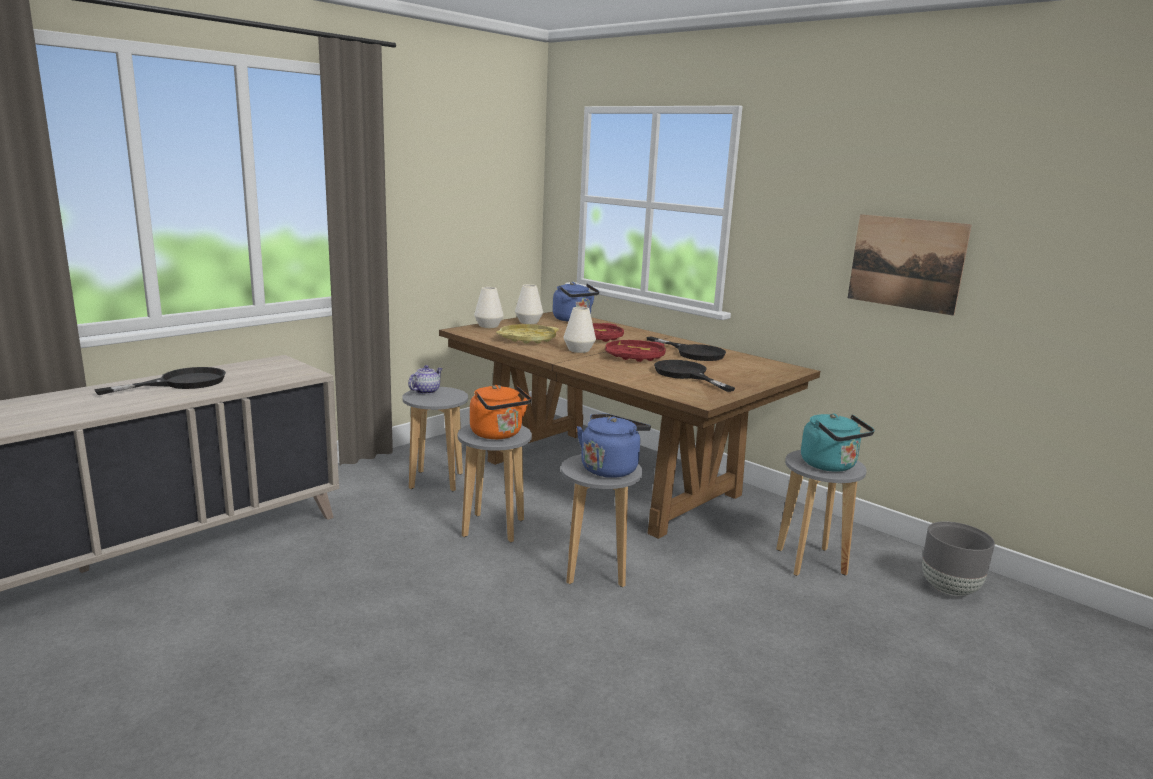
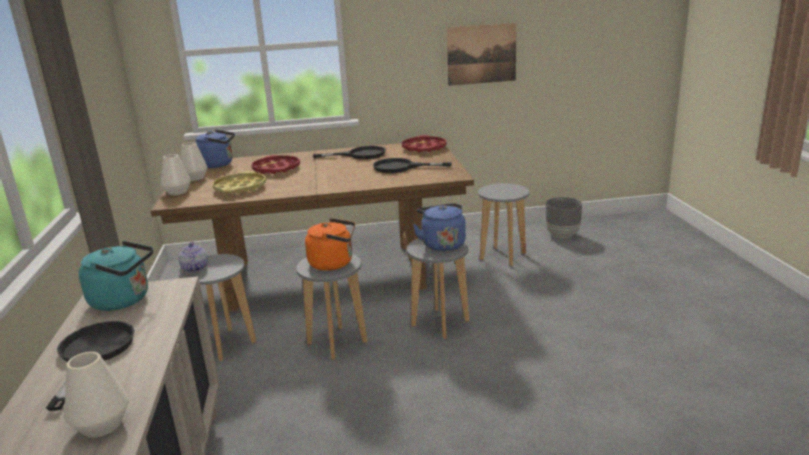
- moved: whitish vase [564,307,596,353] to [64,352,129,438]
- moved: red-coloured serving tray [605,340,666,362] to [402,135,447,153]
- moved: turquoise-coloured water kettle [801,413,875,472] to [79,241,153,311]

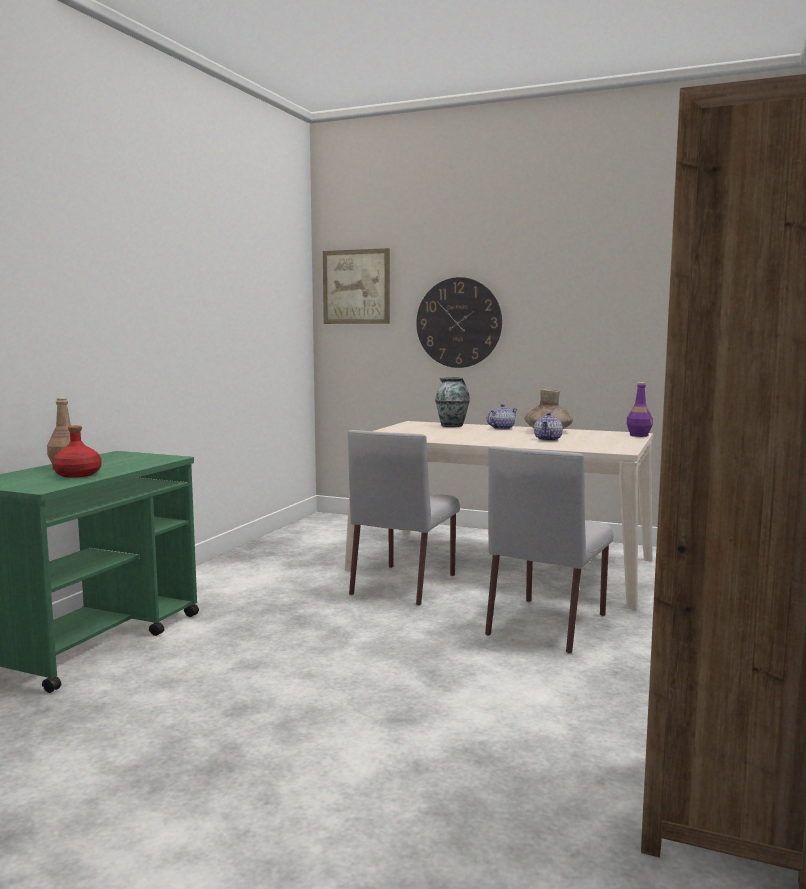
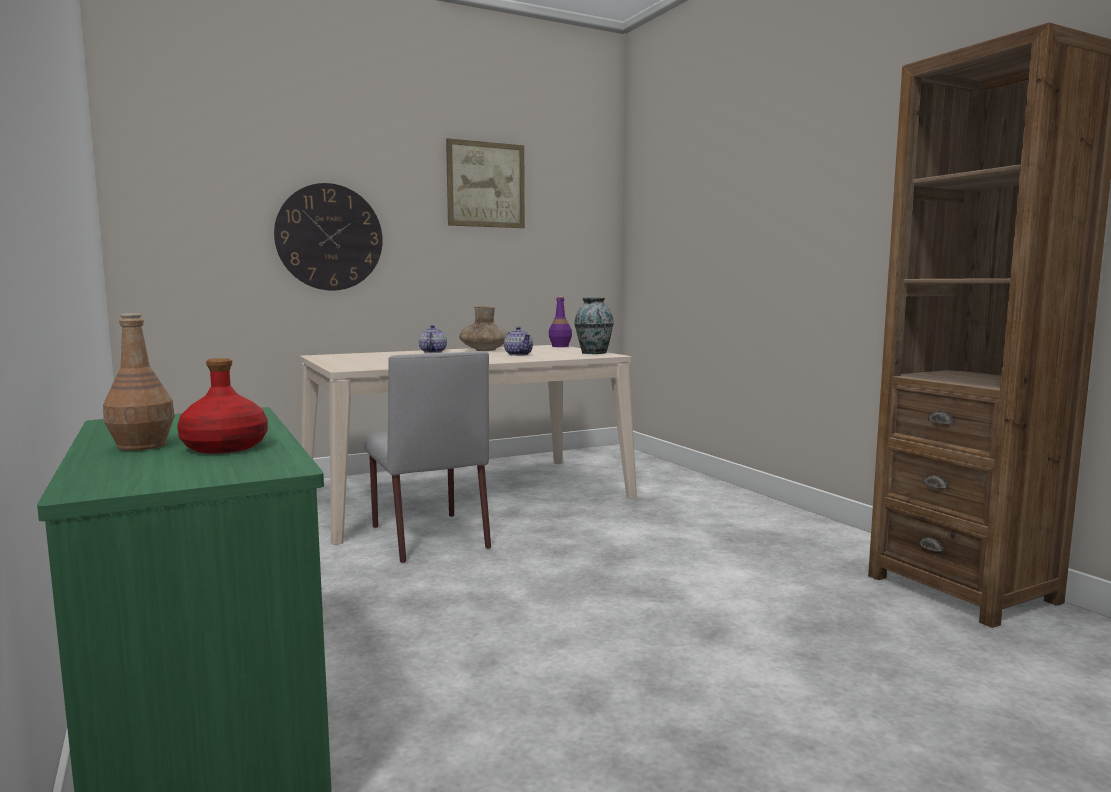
- moved: picture [323,248,390,324] to [446,138,525,228]
- moved: vase [435,377,470,427] to [574,297,614,354]
- removed: grey plain chair [485,446,614,654]

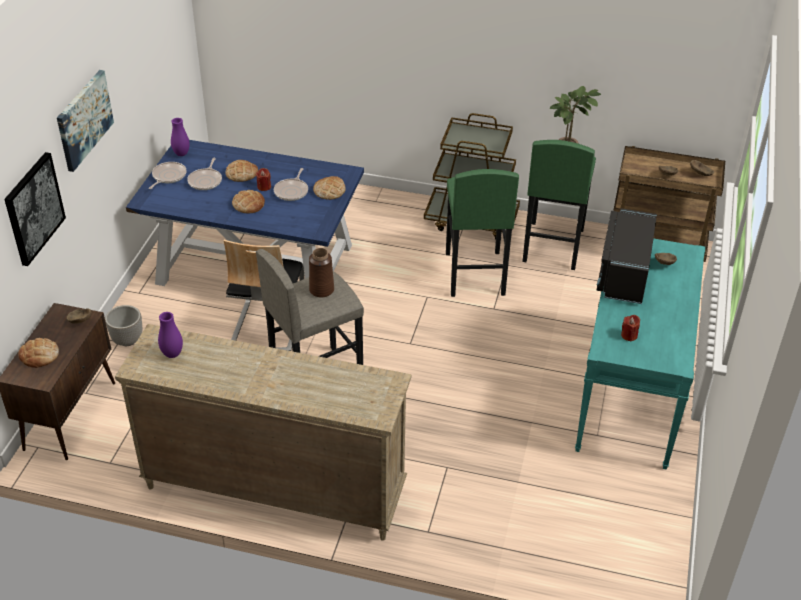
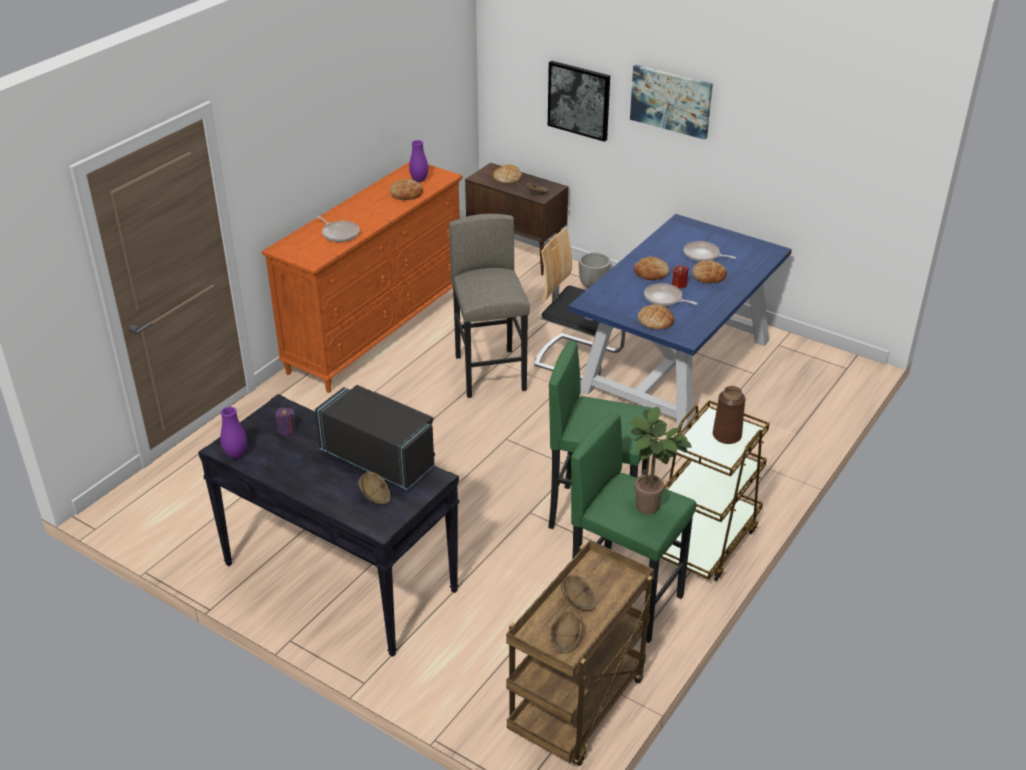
- recoloured: sand-coloured chest of drawers [115,324,412,541] to orangey chest of drawers [262,162,463,393]
- moved: frying pan [149,162,187,189] to [316,216,359,242]
- moved: purple vase [171,118,190,156] to [220,407,247,458]
- moved: brownish vase [309,248,334,298] to [713,386,746,444]
- recoloured: turquoise-coloured console table [575,238,706,470] to black-coloured console table [198,394,459,657]
- recoloured: red-coloured candle [621,315,640,342] to purple candle [275,407,296,436]
- added: bakery bread [390,179,423,200]

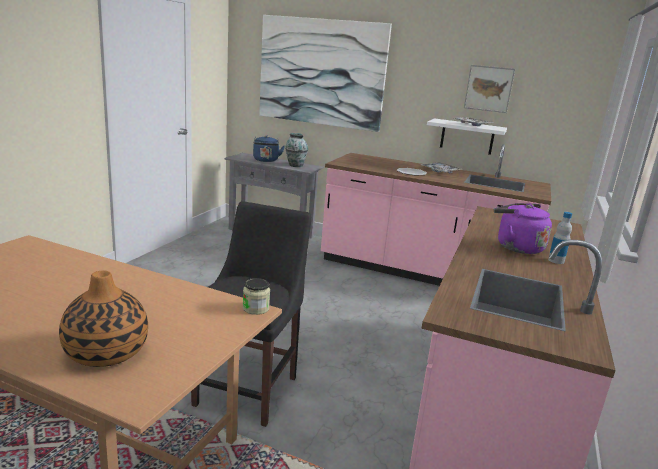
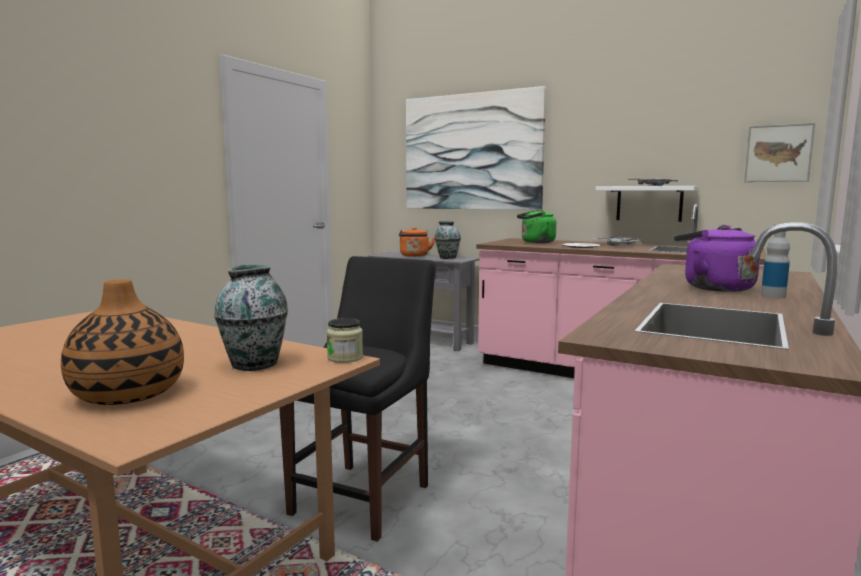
- recoloured: blue water kettle [253,135,285,162] to orangey water kettle [399,227,435,257]
- moved: picture [464,65,515,113] to [744,123,815,182]
- added: vase [214,265,288,371]
- added: green water kettle [517,209,557,243]

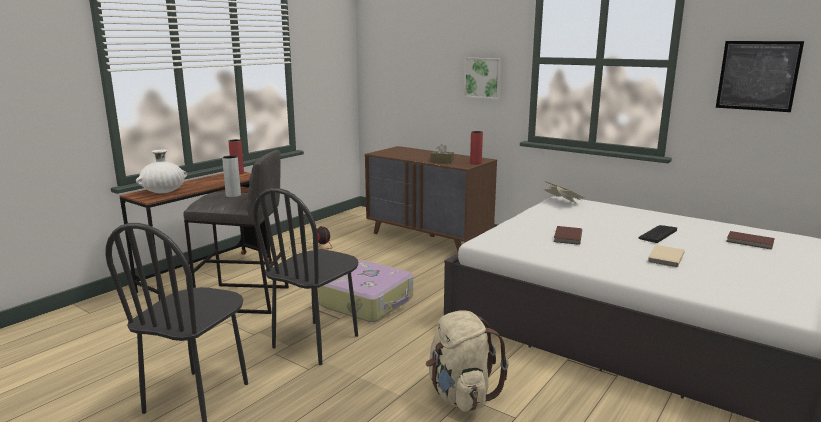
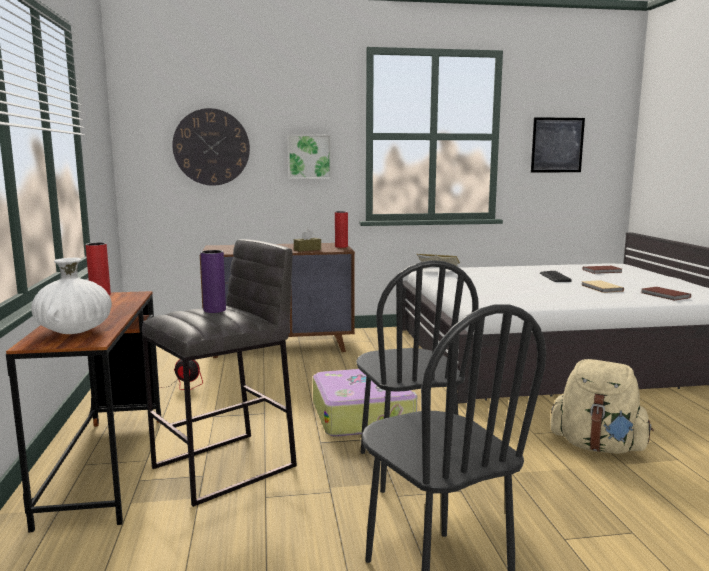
- recoloured: grey vase [222,155,241,197] to purple vase [200,250,226,313]
- moved: brownish volume [554,226,582,245] to [641,287,691,301]
- added: clock on the wall [172,108,250,186]

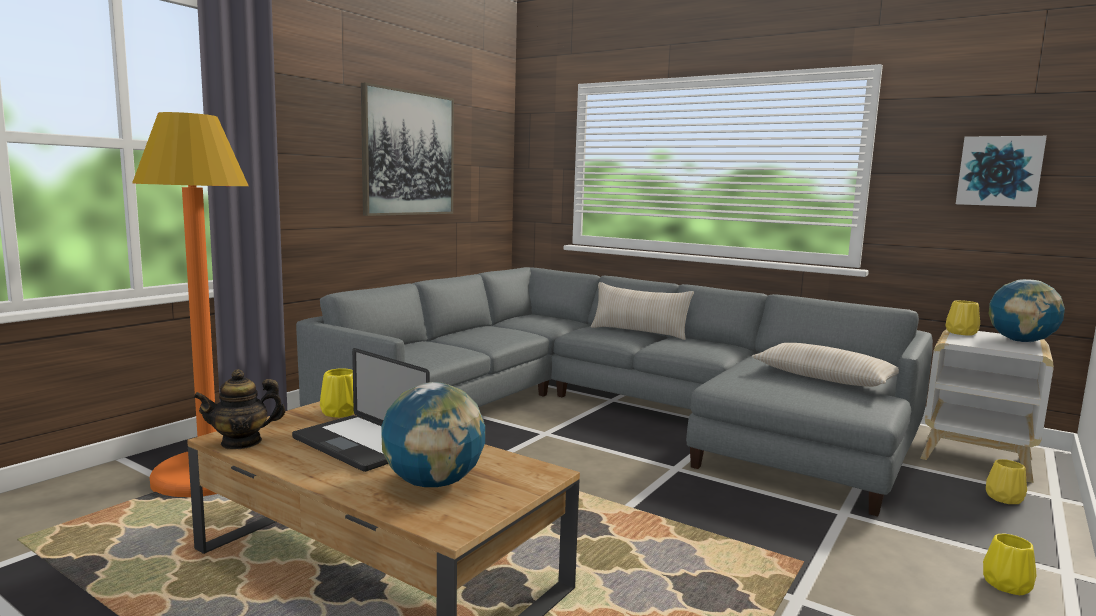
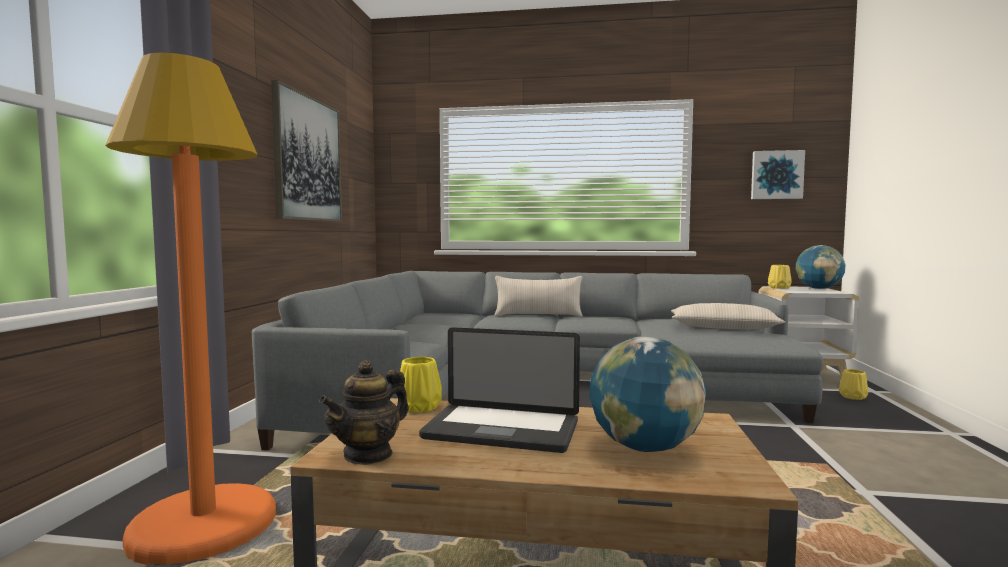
- removed: yellow vase [983,533,1036,595]

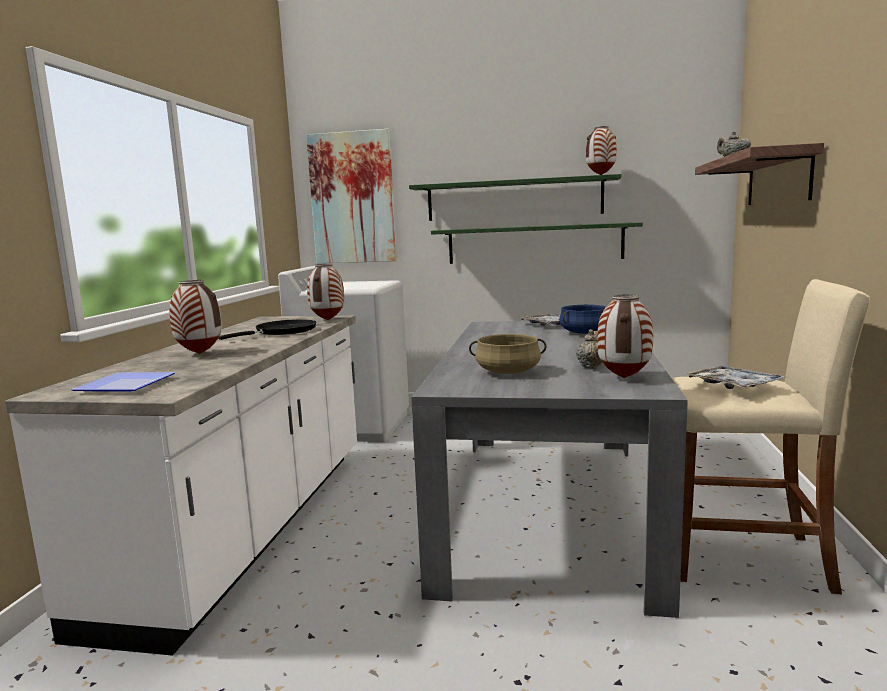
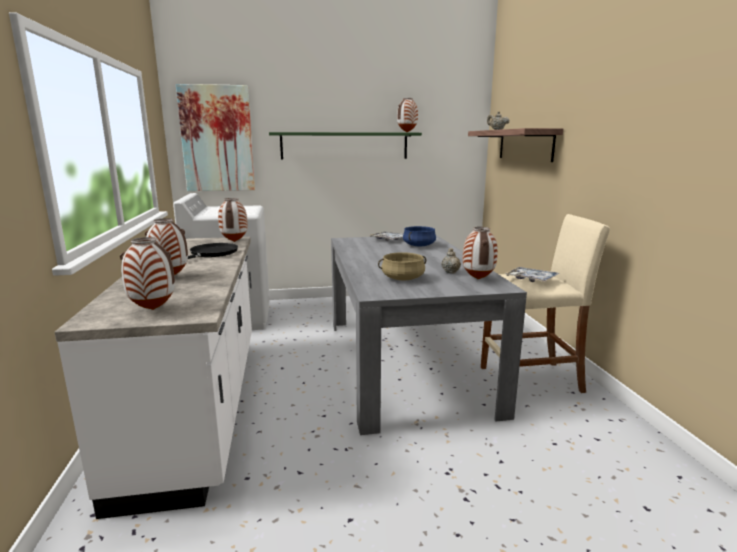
- replaced: plate [71,372,176,391] to vase [120,237,175,310]
- removed: green bracket shelf [431,222,643,264]

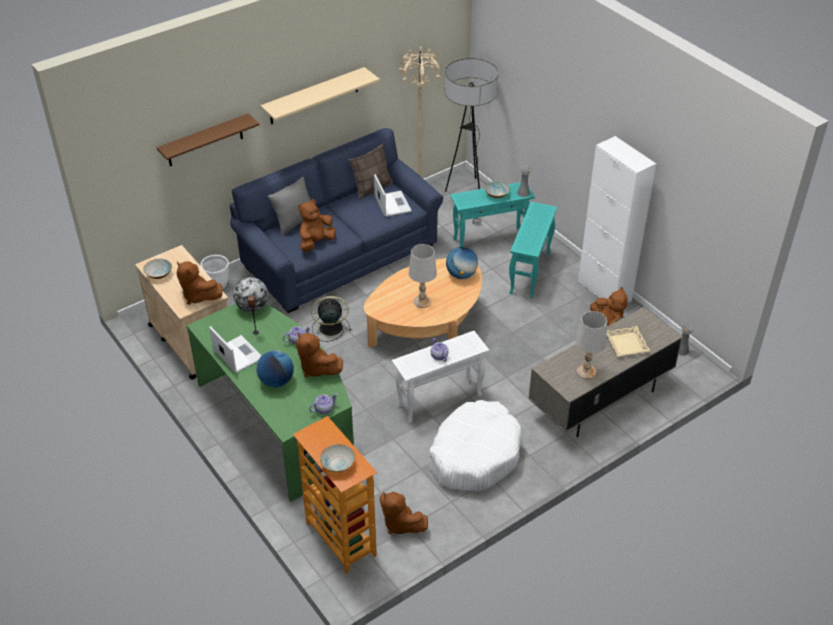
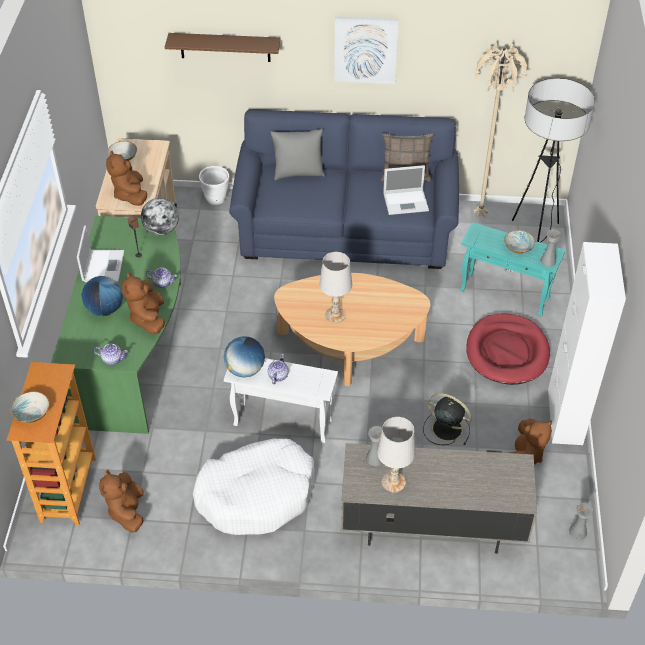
- replaced: sand-coloured bracket shelf [260,67,380,124] to picture [335,16,399,84]
- removed: brownish cuddly toy [298,199,336,251]
- moved: black-coloured electric fan [311,296,351,342] to [423,393,471,445]
- turned: portable computer [374,174,412,217] = [383,165,429,215] 60 degrees clockwise
- moved: world globe [446,247,478,279] to [224,336,265,377]
- replaced: turquoise-coloured end table [509,202,557,299] to red-coloured pet bed [466,313,550,385]
- removed: sand-coloured serving tray [607,326,650,357]
- added: grey vase [366,426,382,466]

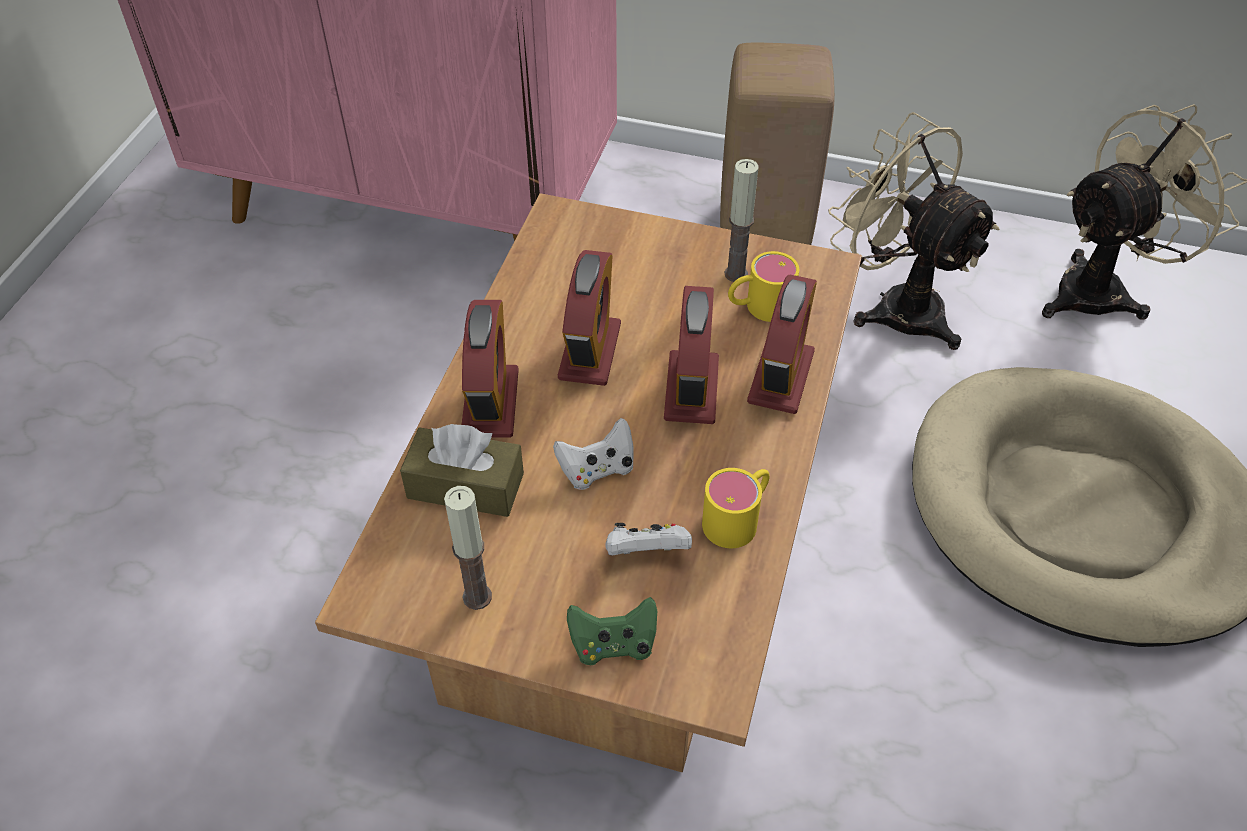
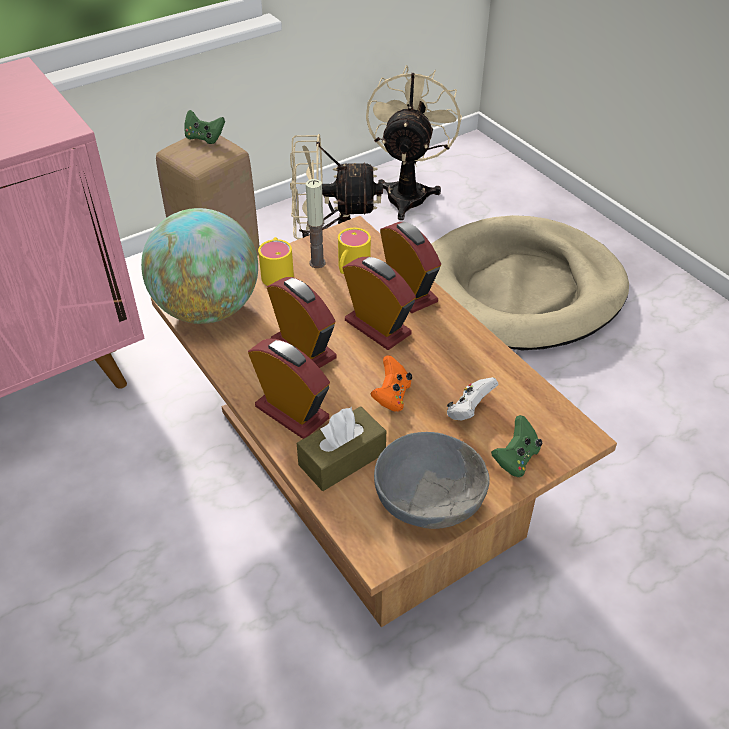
- replaced: candle [444,486,492,610] to grey deep dish [374,432,490,529]
- recoloured: whitish game controller [553,418,634,490] to orangey game controller [370,355,412,412]
- moved: yellow coffee mug [702,468,770,548] to [258,237,294,286]
- added: world globe [141,208,258,324]
- added: green game controller [184,110,225,144]

